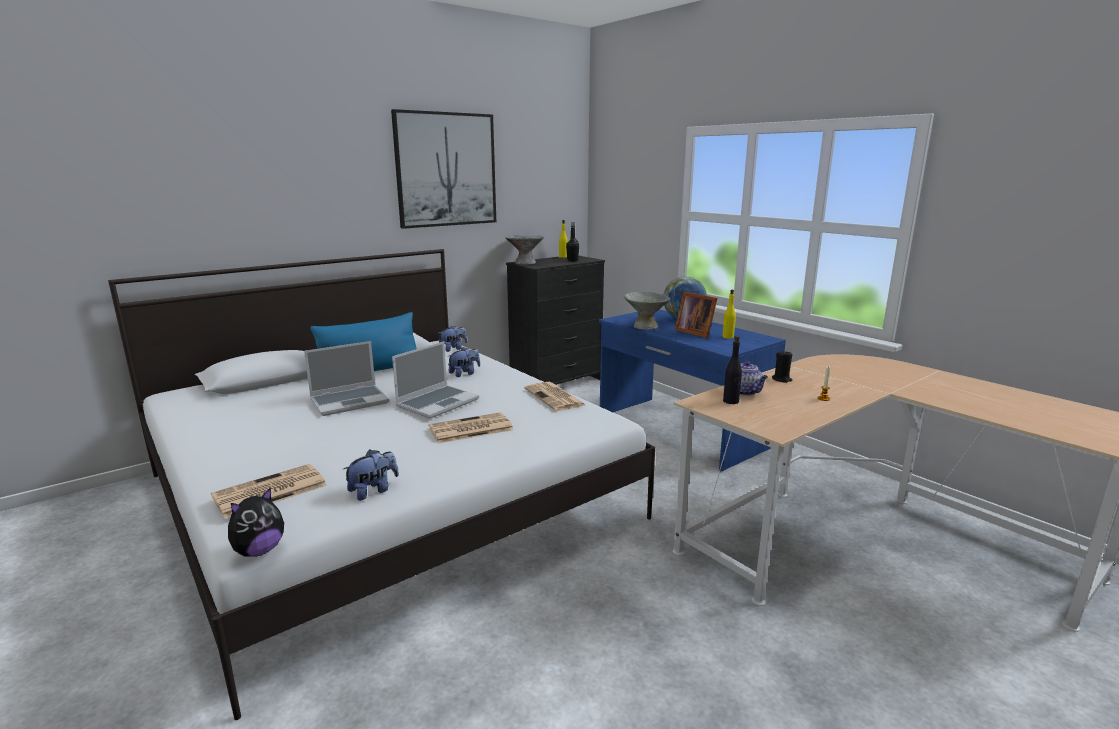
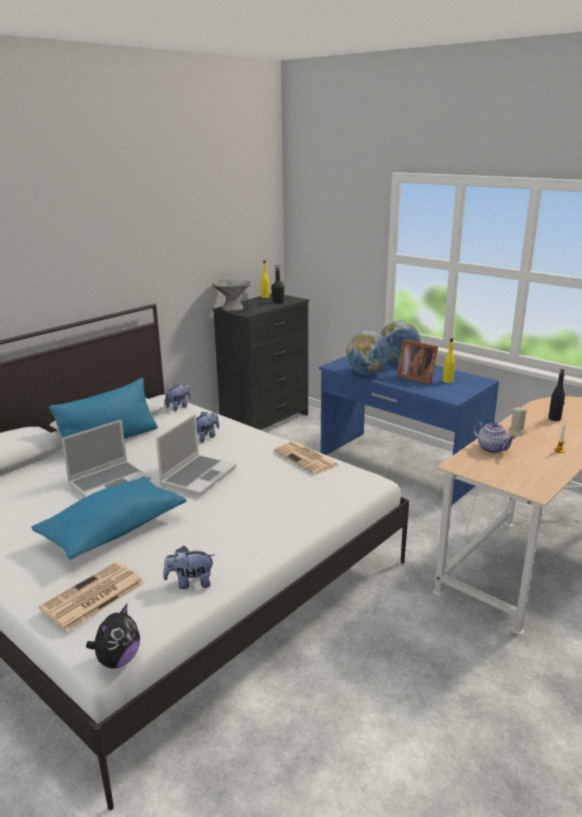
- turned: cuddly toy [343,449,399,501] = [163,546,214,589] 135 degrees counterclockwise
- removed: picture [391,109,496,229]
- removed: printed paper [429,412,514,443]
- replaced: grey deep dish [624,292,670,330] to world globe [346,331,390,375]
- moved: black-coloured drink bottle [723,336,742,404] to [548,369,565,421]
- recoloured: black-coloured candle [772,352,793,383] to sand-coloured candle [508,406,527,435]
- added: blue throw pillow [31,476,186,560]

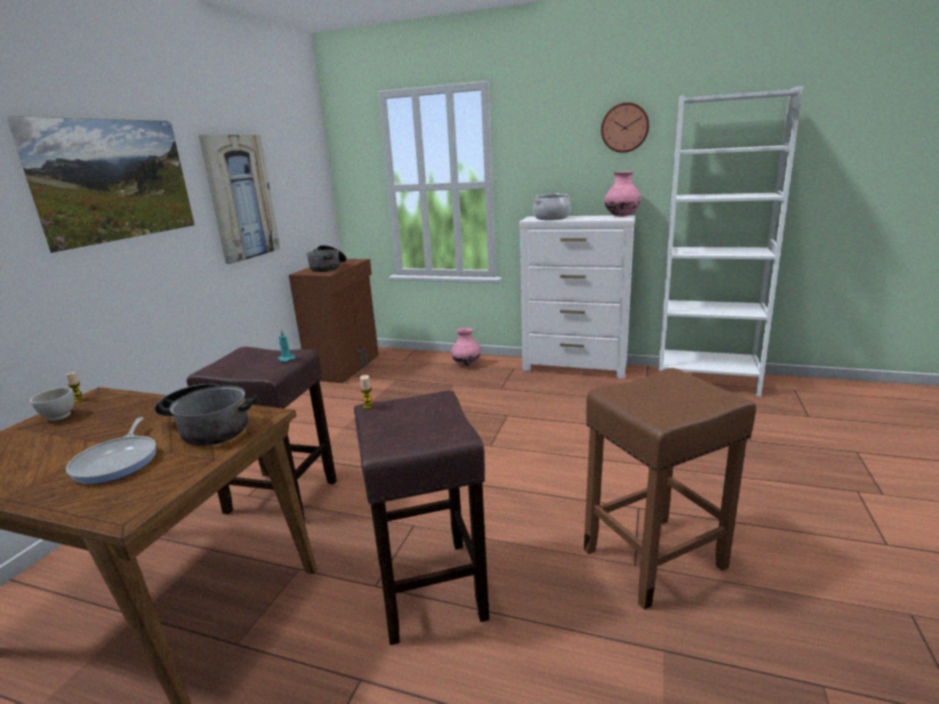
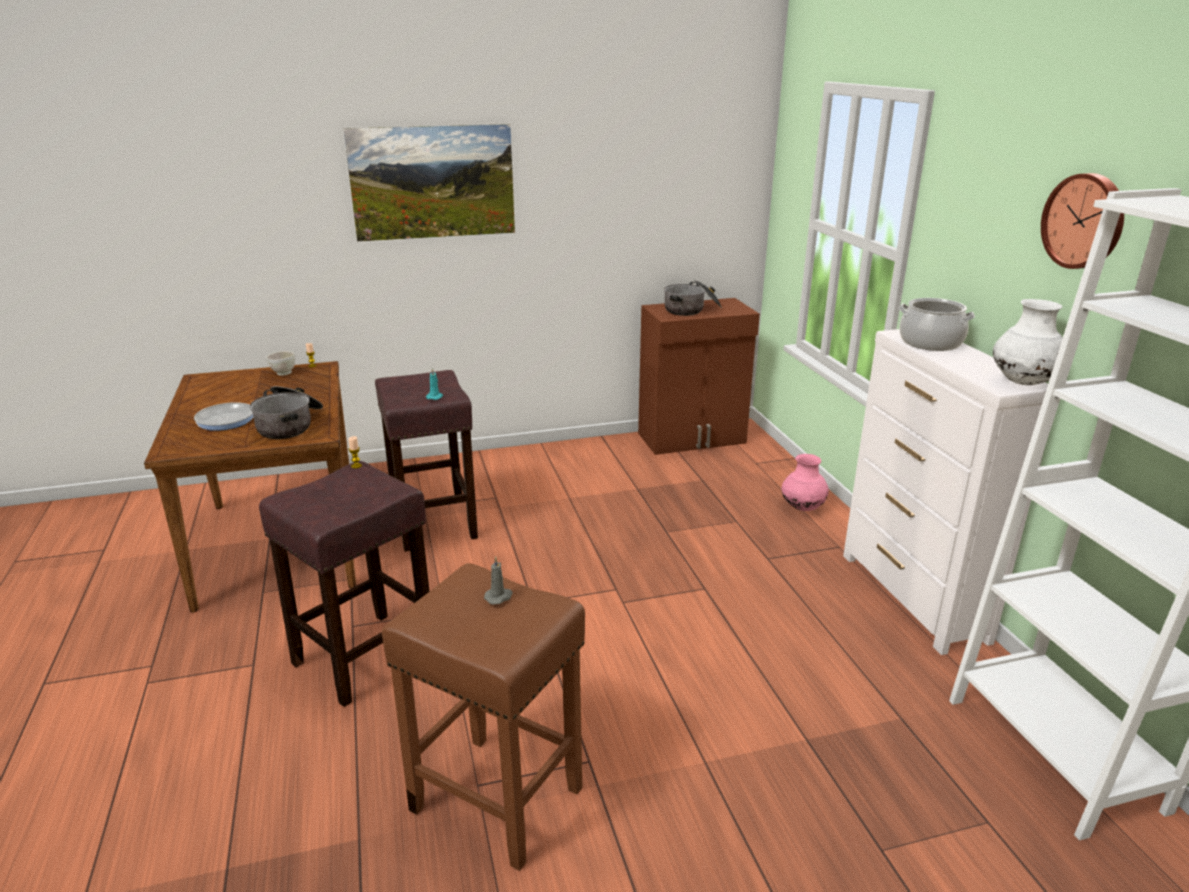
- removed: picture [198,135,280,264]
- recoloured: pink vase [604,171,641,217] to whitish vase [993,299,1063,385]
- added: grey candle [484,556,513,604]

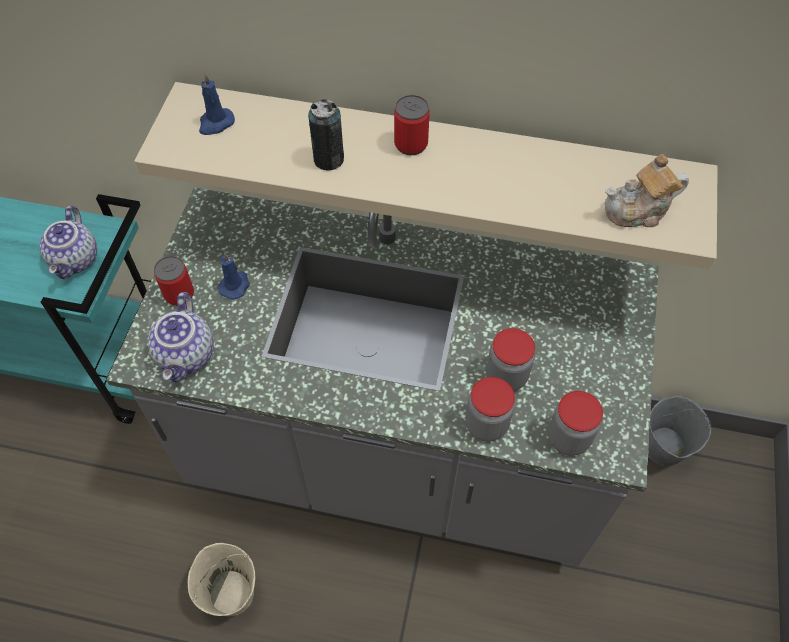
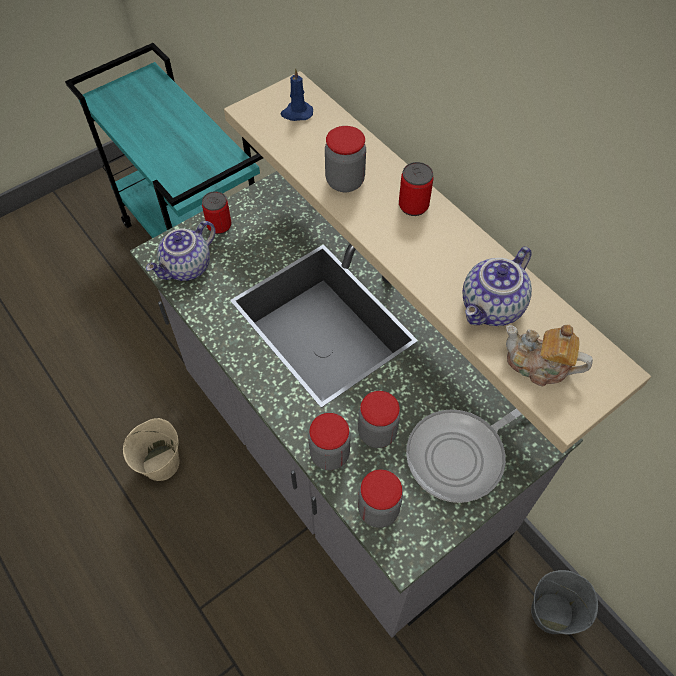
- moved: pot for tea [40,206,97,279] to [462,247,532,326]
- removed: blue candle [218,252,250,300]
- replaced: sealed can [308,99,344,171] to preserve jar [325,126,366,192]
- added: frying pan [406,408,522,503]

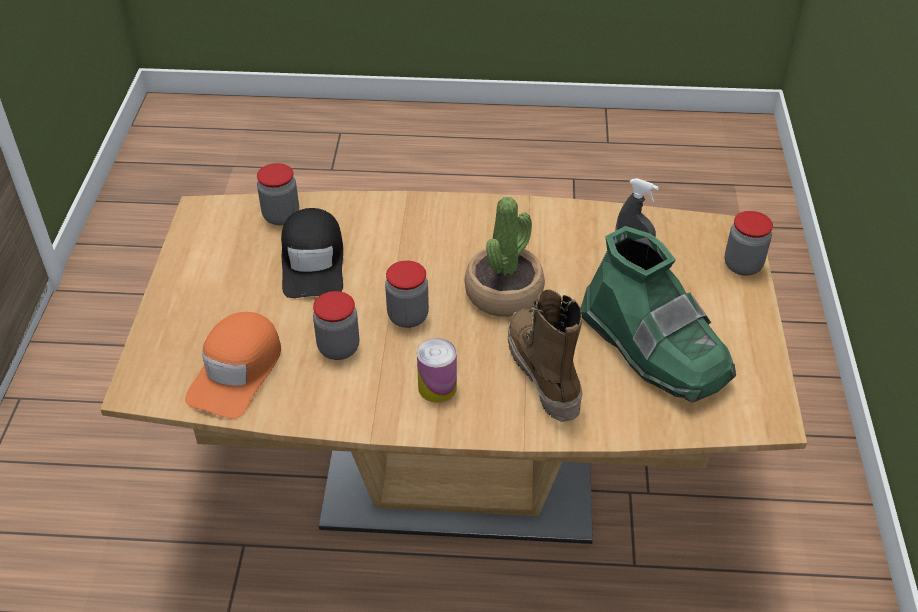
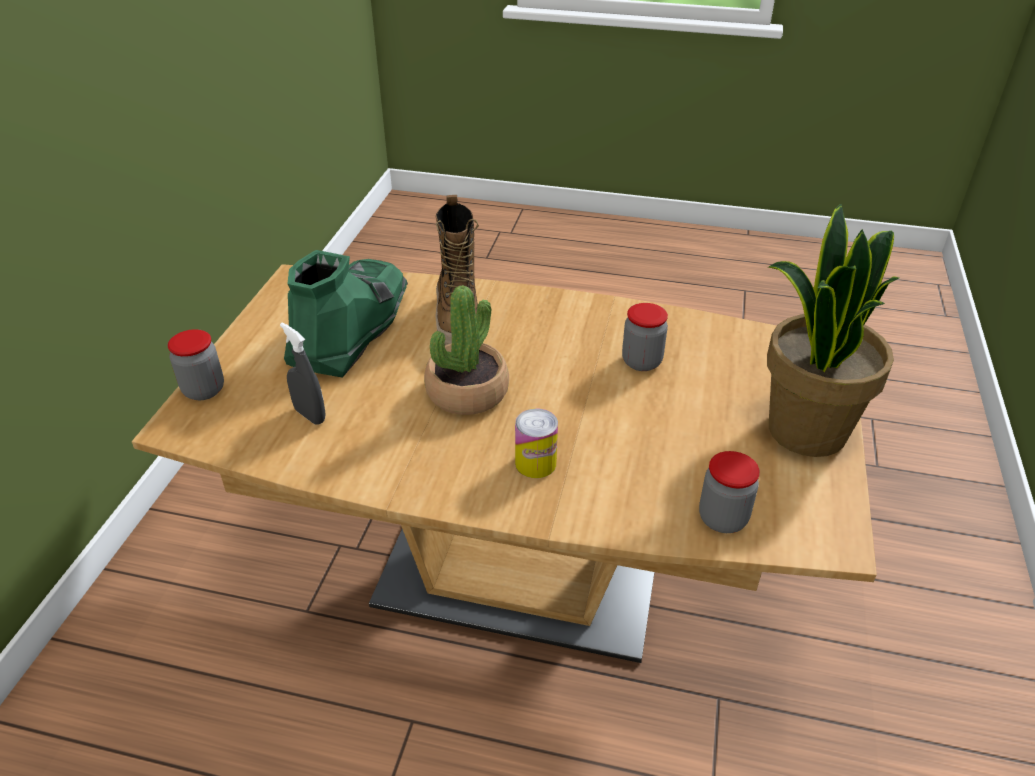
- removed: orangey peaked cap [185,312,281,418]
- removed: black-coloured peaked cap [281,208,343,298]
- removed: preserve jar [385,261,429,328]
- moved: sealed can [417,338,457,403] to [515,408,558,478]
- turned: green boot [581,226,736,403] = [284,250,408,378] 45 degrees clockwise
- added: plant in a pot [767,204,899,457]

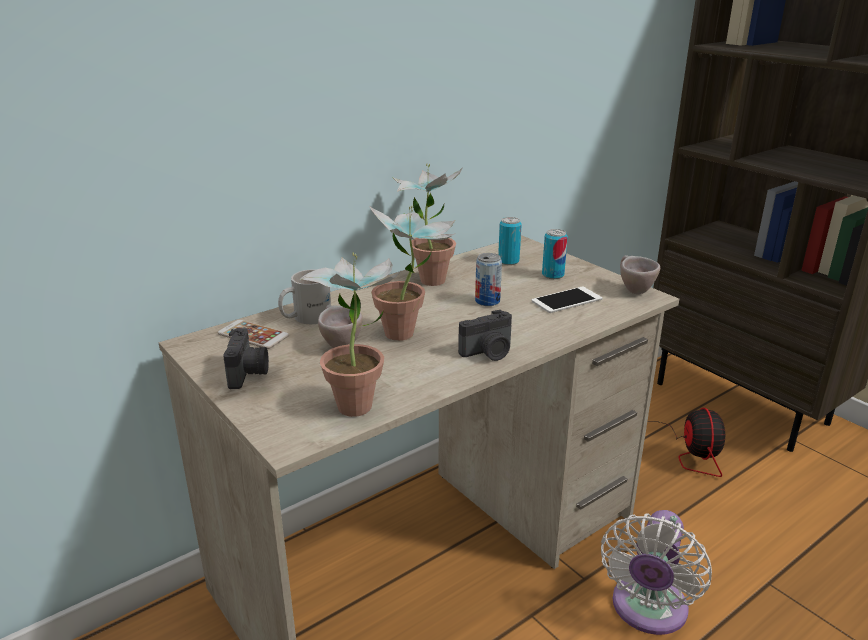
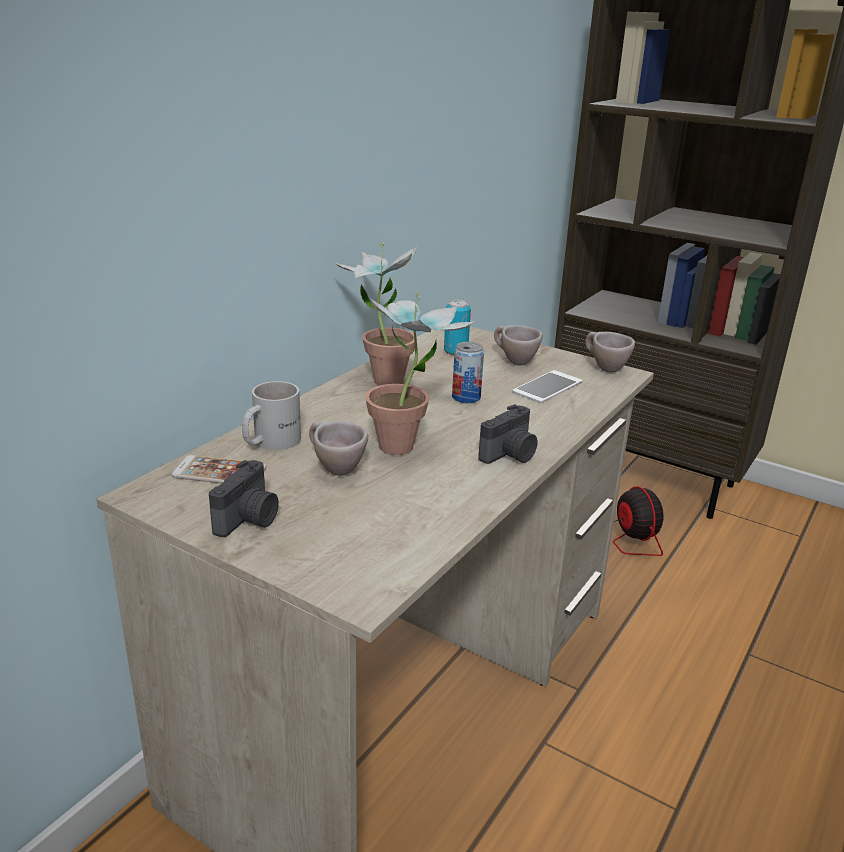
- turned: photo camera [223,328,269,389] = [209,460,279,537] 45 degrees clockwise
- removed: plant in a pot [300,252,401,417]
- replaced: sealed can [542,229,568,279] to sand-coloured small cup [494,325,543,365]
- removed: whitish electric fan [601,510,712,635]

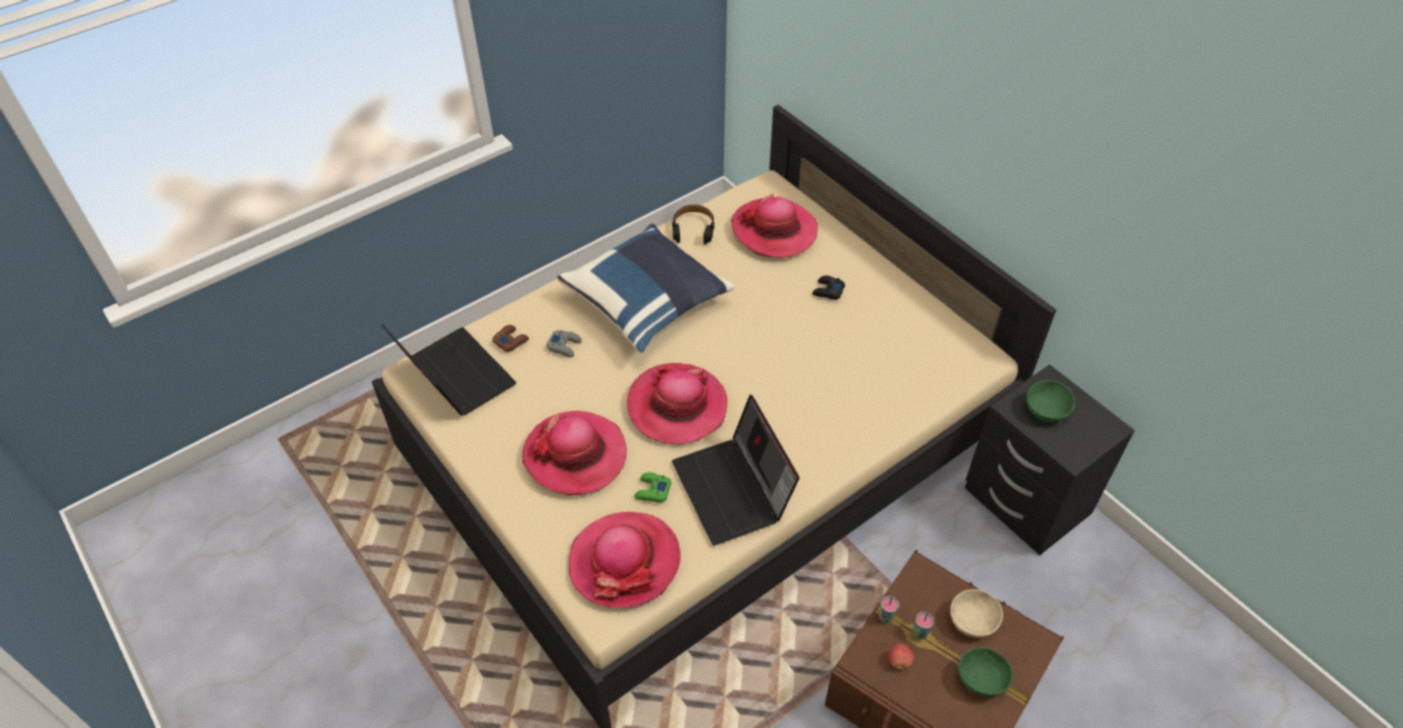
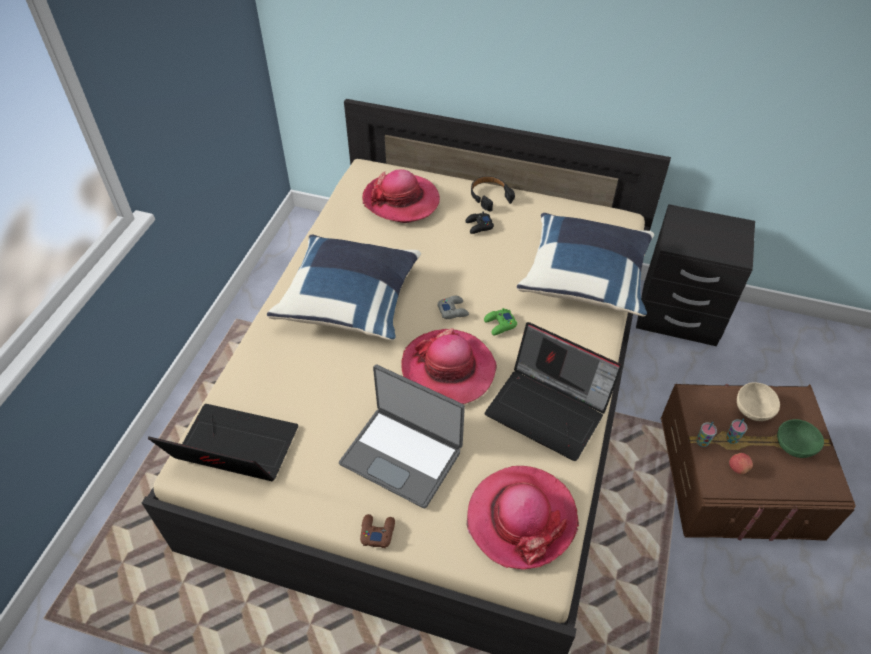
- moved: brownish game controller [493,325,529,352] to [360,514,395,548]
- replaced: hat [522,411,627,495] to portable computer [339,365,465,508]
- moved: grey game controller [546,330,582,357] to [437,296,469,319]
- moved: green game controller [634,472,672,502] to [484,308,517,335]
- moved: black-coloured headphones [672,205,715,245] to [471,176,515,212]
- removed: green deep dish [1026,380,1075,422]
- added: blue throw pillow [517,213,654,316]

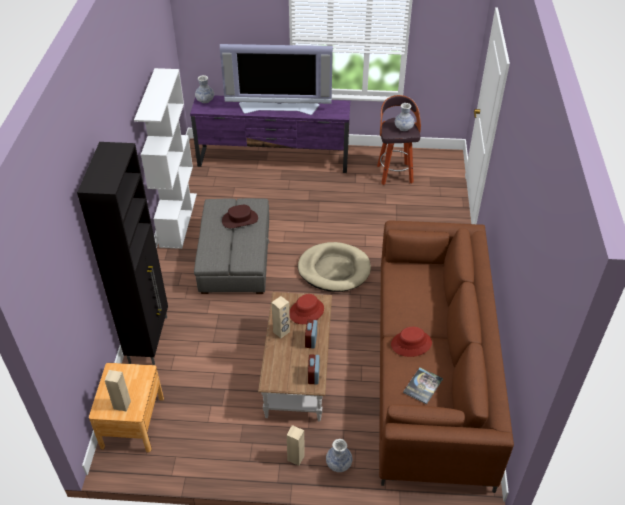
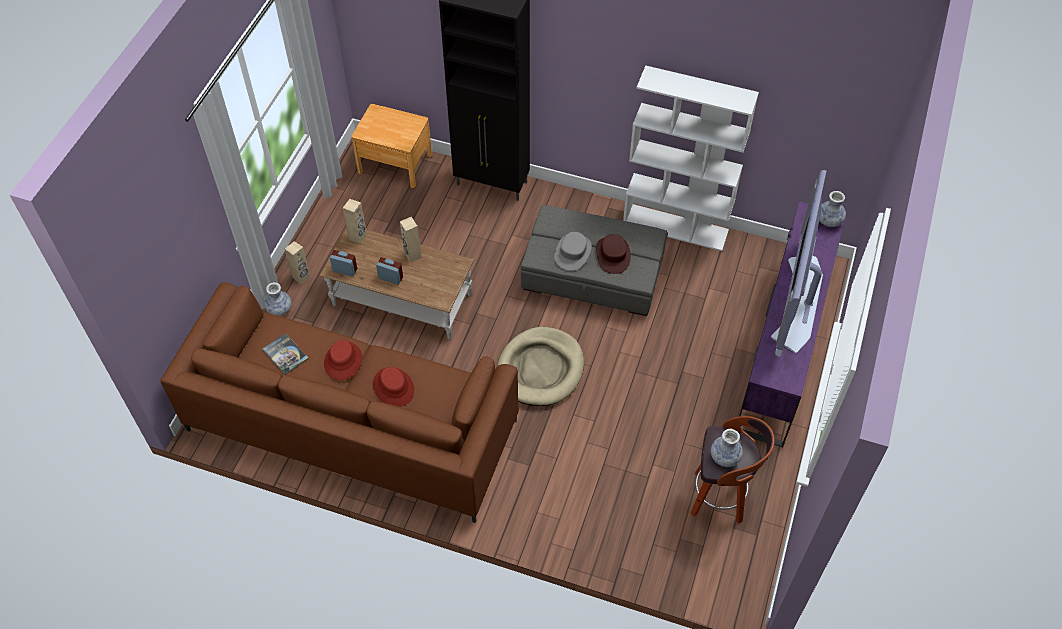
- moved: sand-coloured loudspeaker [105,370,131,412] to [343,199,367,244]
- moved: red-coloured hat [289,294,324,324] to [373,367,414,407]
- added: grey hat [555,232,592,271]

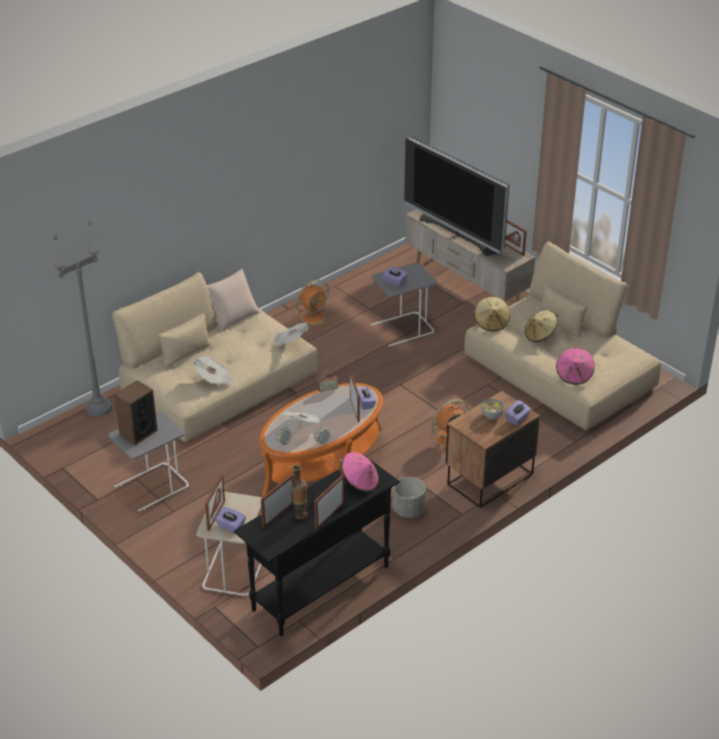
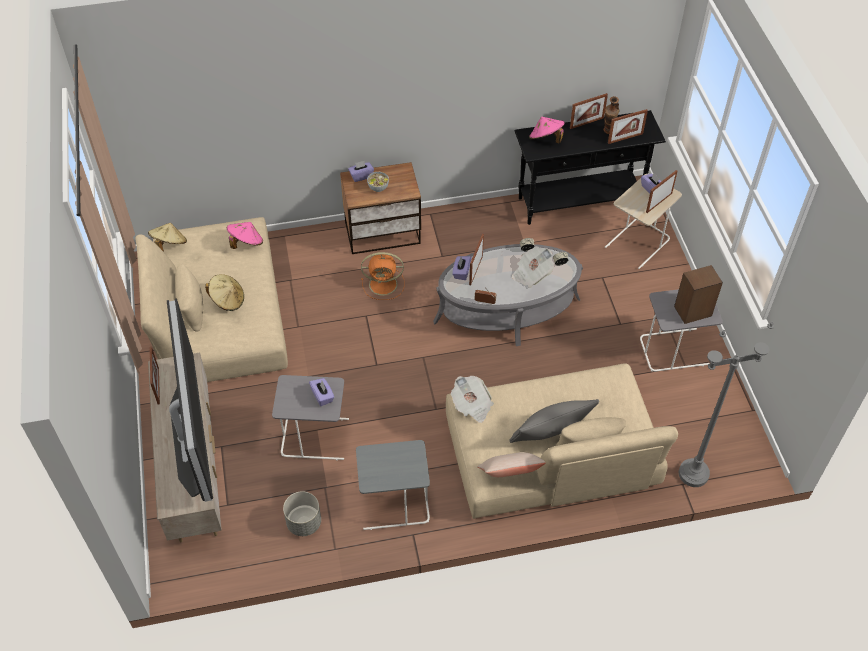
- removed: printed paper [193,356,232,385]
- recoloured: orangey coffee table [259,383,383,496] to grey coffee table [433,244,583,346]
- replaced: orangey electric fan [293,280,333,328] to grey end table [356,440,430,530]
- moved: grey planter [393,477,426,518] to [283,491,321,536]
- moved: sand-coloured hat [474,296,510,331] to [148,223,187,251]
- added: grey throw pillow [510,399,599,443]

